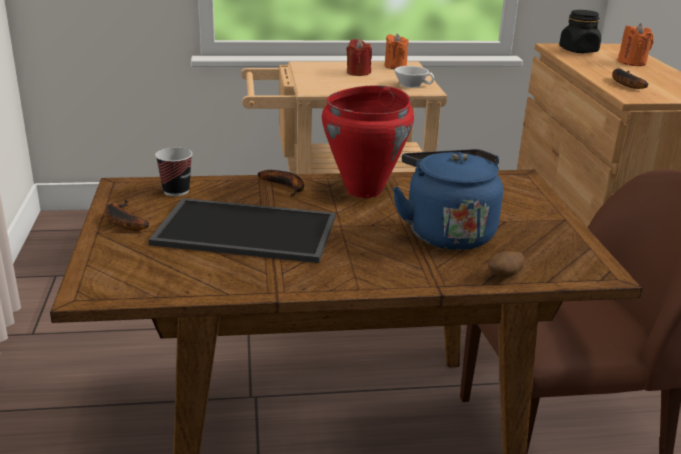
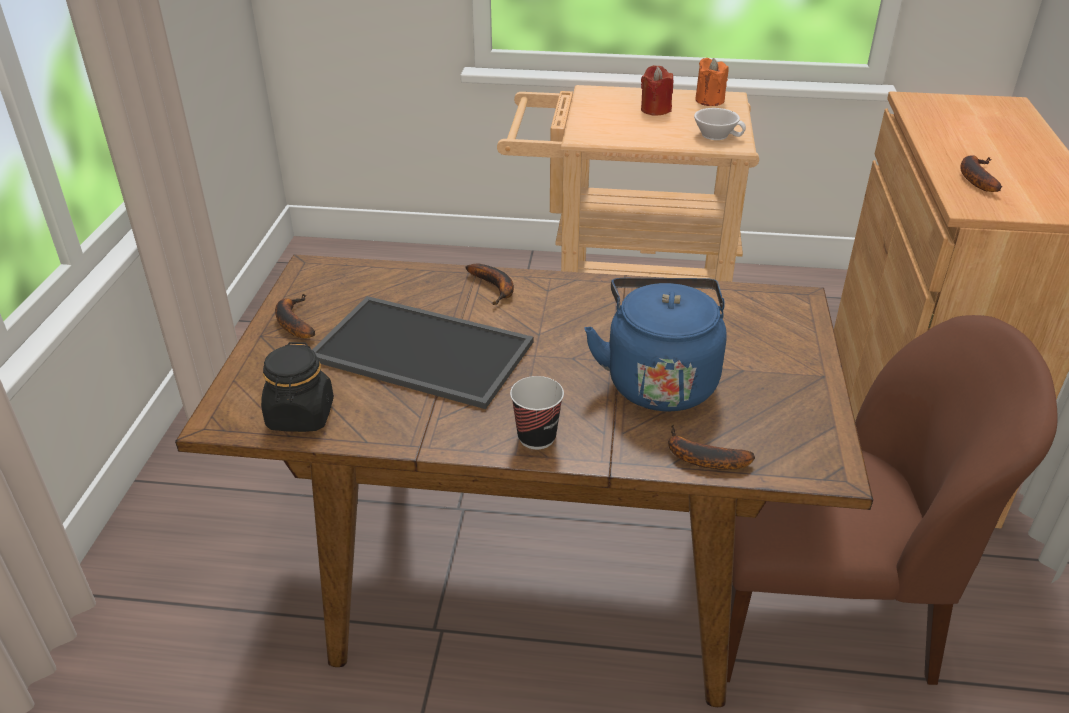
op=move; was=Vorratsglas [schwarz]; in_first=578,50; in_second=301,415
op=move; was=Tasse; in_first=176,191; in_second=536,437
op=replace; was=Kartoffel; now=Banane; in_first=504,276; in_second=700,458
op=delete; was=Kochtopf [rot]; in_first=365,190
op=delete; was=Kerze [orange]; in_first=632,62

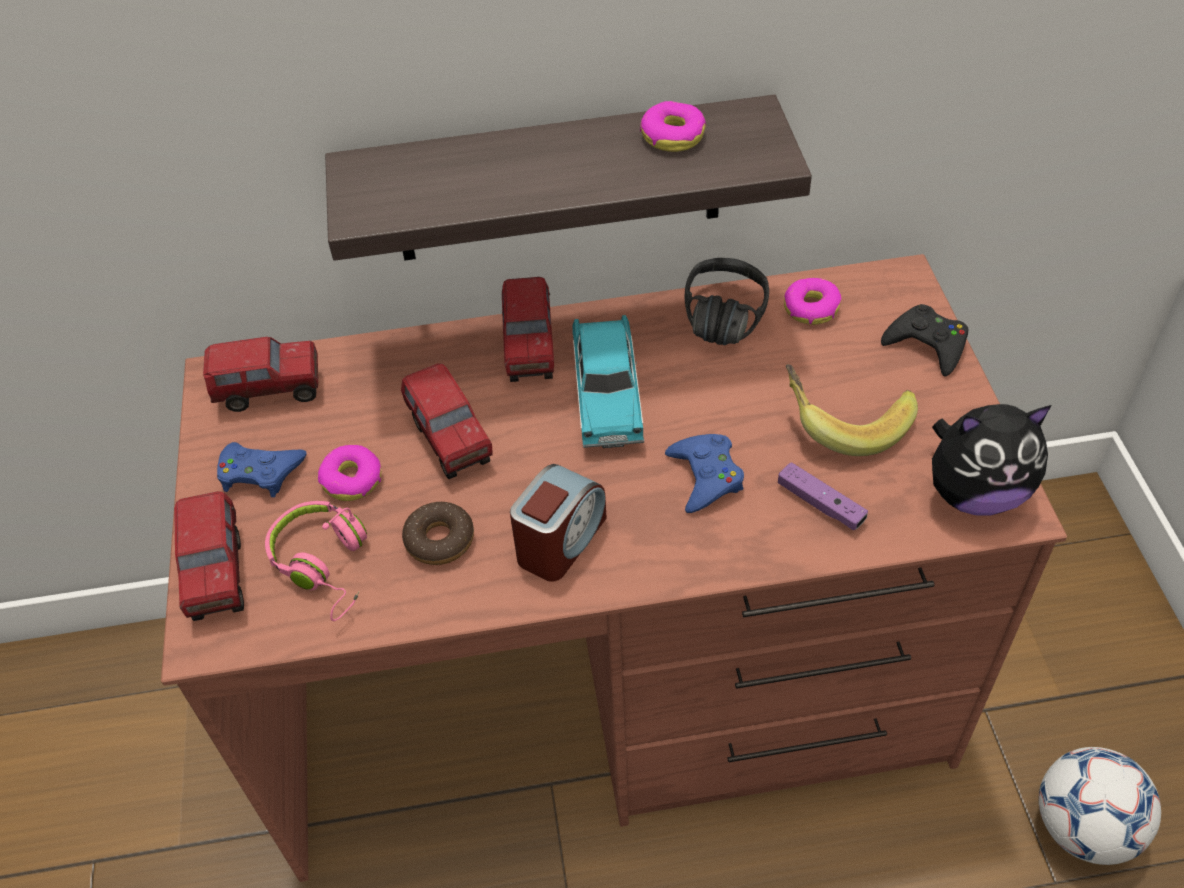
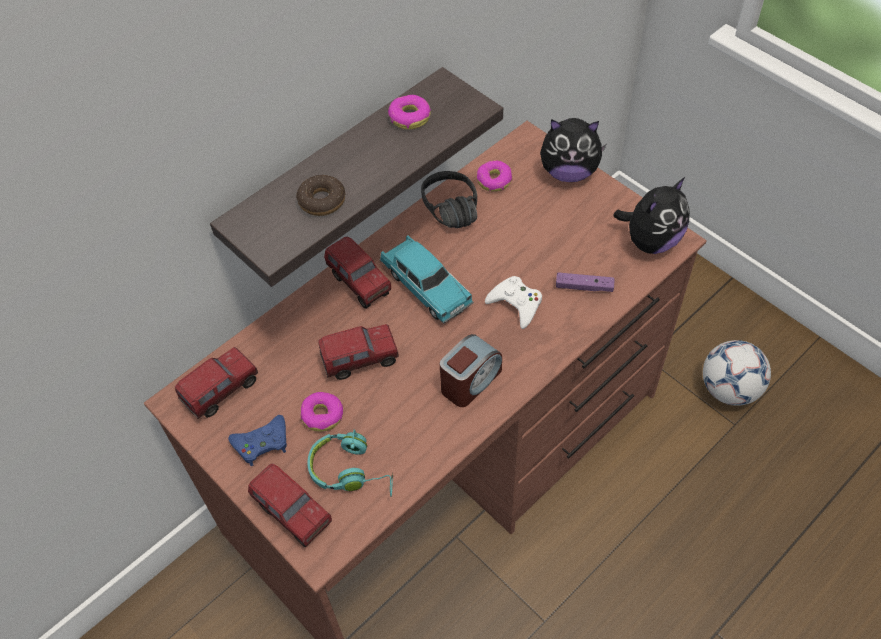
op=move; was=Donut; in_first=439,540; in_second=322,200
op=recolor; was=Kopfhörer [rosa]; now=Kopfhörer [türkis]; in_first=326,564; in_second=352,470
op=rotate; was=Spielzeuglaster; in_first=451,441; in_second=360,361; clockwise=-45
op=rotate; was=Wecker; in_first=560,541; in_second=470,381; clockwise=45
op=recolor; was=Gamepad [blau]; now=Gamepad [weiß]; in_first=705,477; in_second=516,304
op=replace; was=Gamepad [schwarz]; now=Plüschtier; in_first=927,345; in_second=568,172
op=delete; was=Banane; in_first=844,421

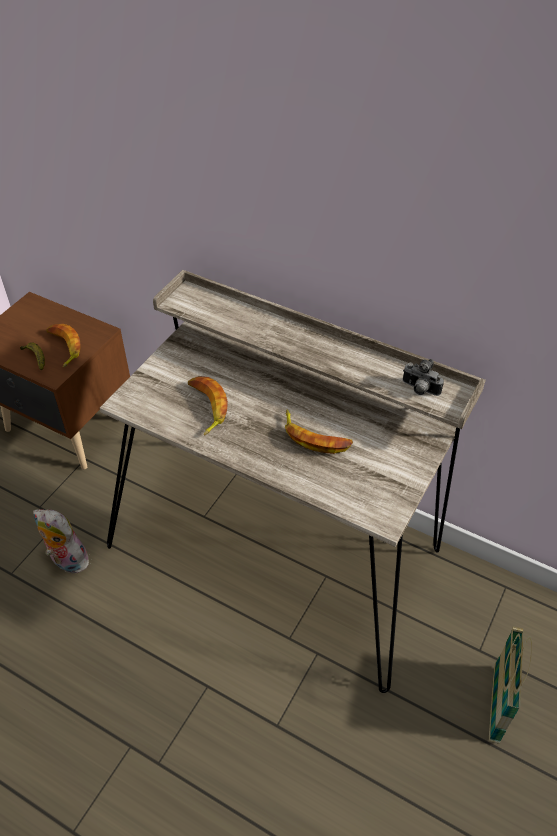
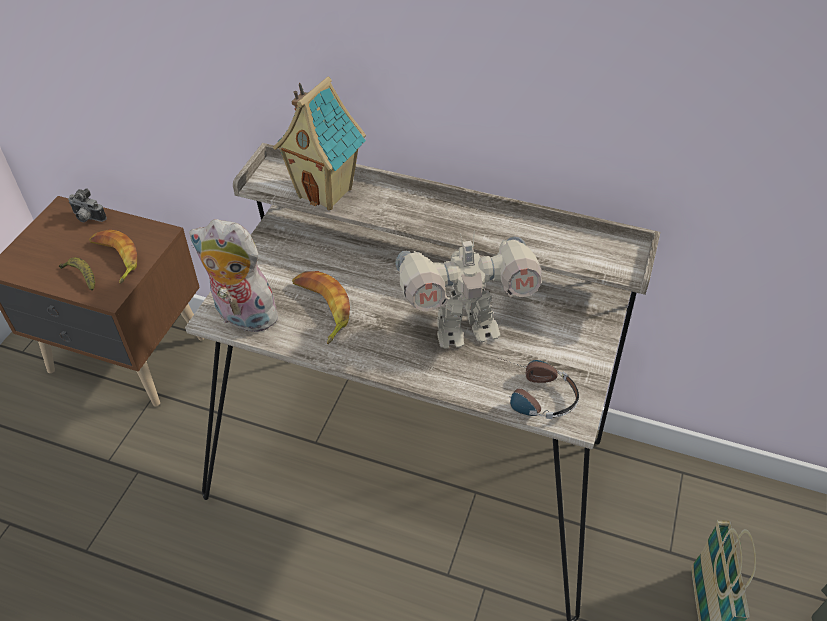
op=move; was=Kamera; in_first=419,390; in_second=87,218
op=move; was=Plüschtier; in_first=66,560; in_second=242,317
op=insert; now=Spielzeughaus; in_second=326,192
op=replace; was=Banane; now=Spielzeugroboter; in_first=315,437; in_second=464,328
op=insert; now=Kopfhörer; in_second=531,395

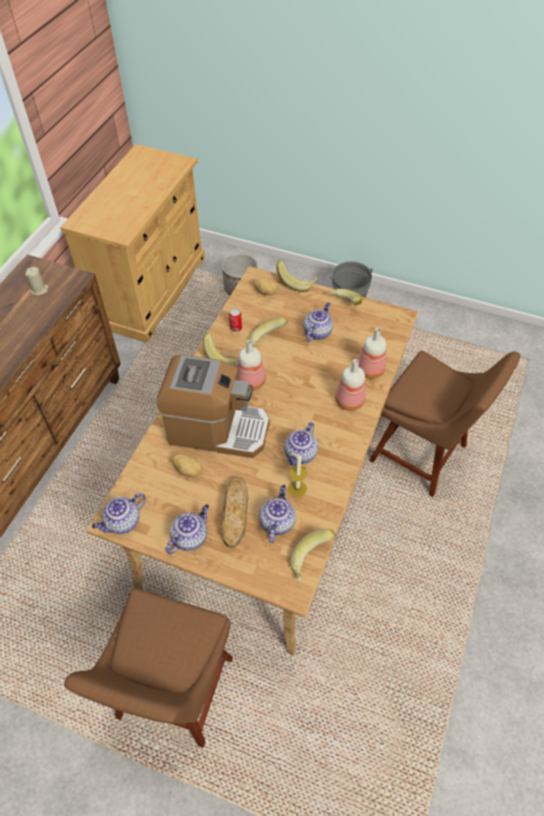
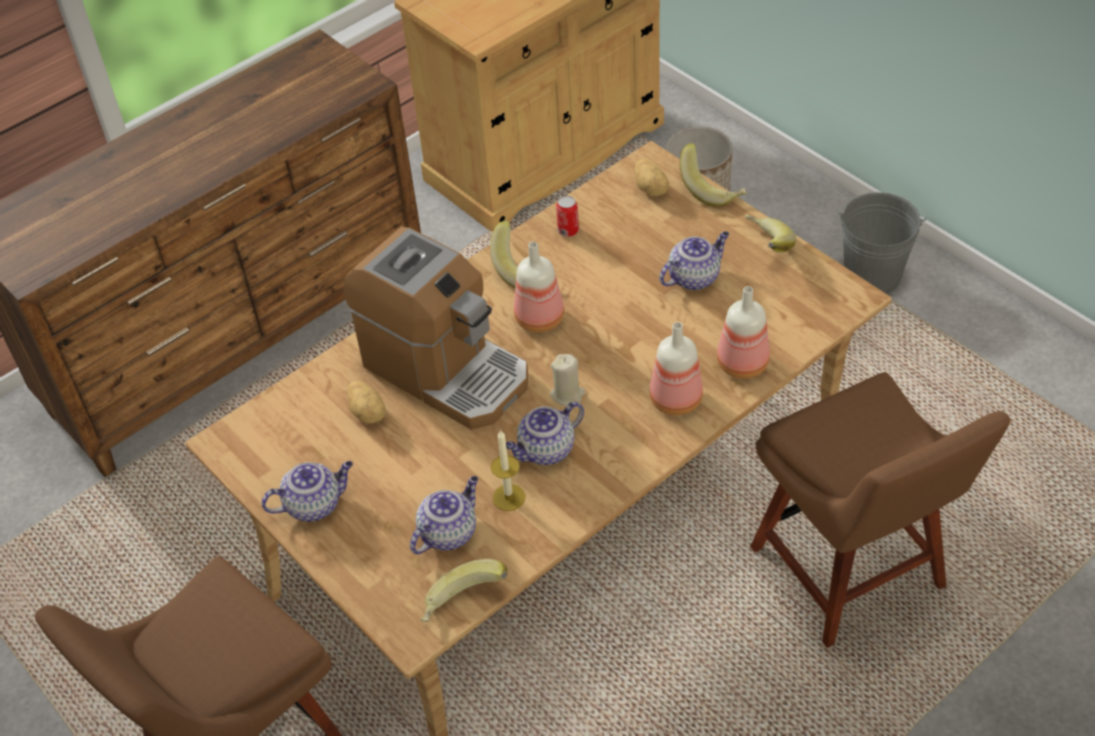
op=move; was=Kerze [beige]; in_first=39,290; in_second=567,394
op=delete; was=Teekanne; in_first=122,522
op=delete; was=Brot; in_first=235,513
op=delete; was=Banane; in_first=267,342

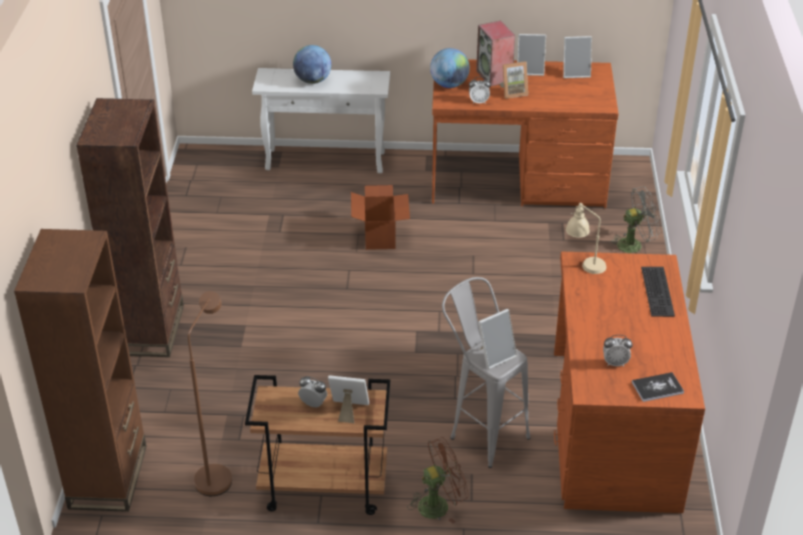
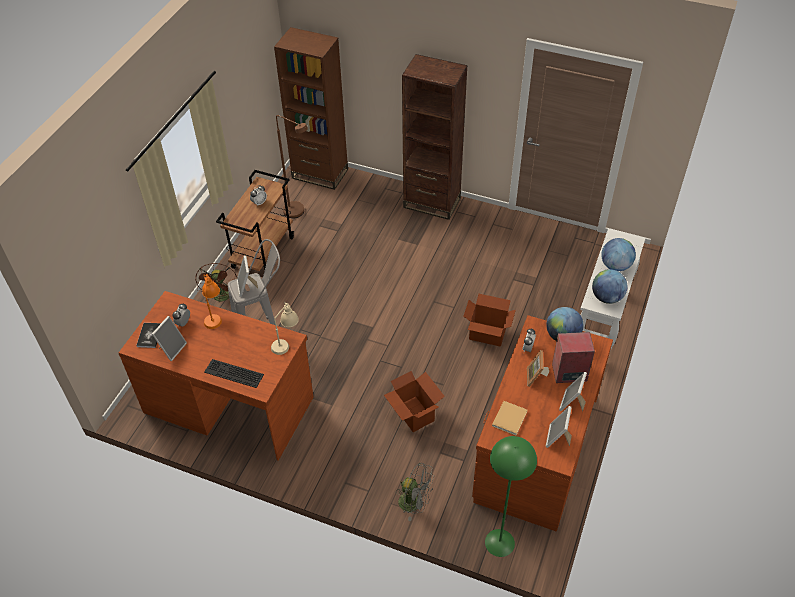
op=move; was=Bilderrahmen; in_first=348,410; in_second=172,348
op=insert; now=Tischlampe [orange]; in_second=214,315
op=insert; now=Karton; in_second=414,414
op=rotate; was=Ventilator [grau]; in_first=634,244; in_second=414,503; clockwise=-75
op=insert; now=Stehlampe [grün]; in_second=499,543
op=insert; now=Buch [beige]; in_second=510,418
op=insert; now=Globus; in_second=606,297

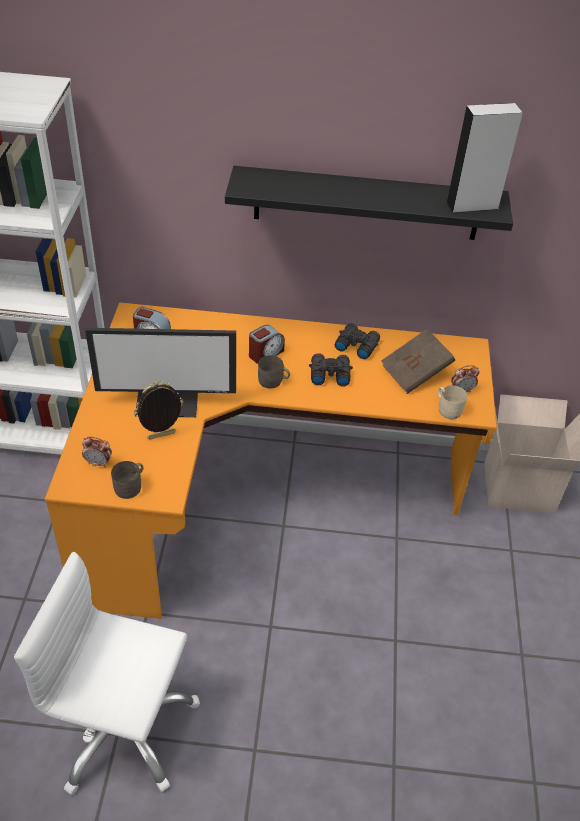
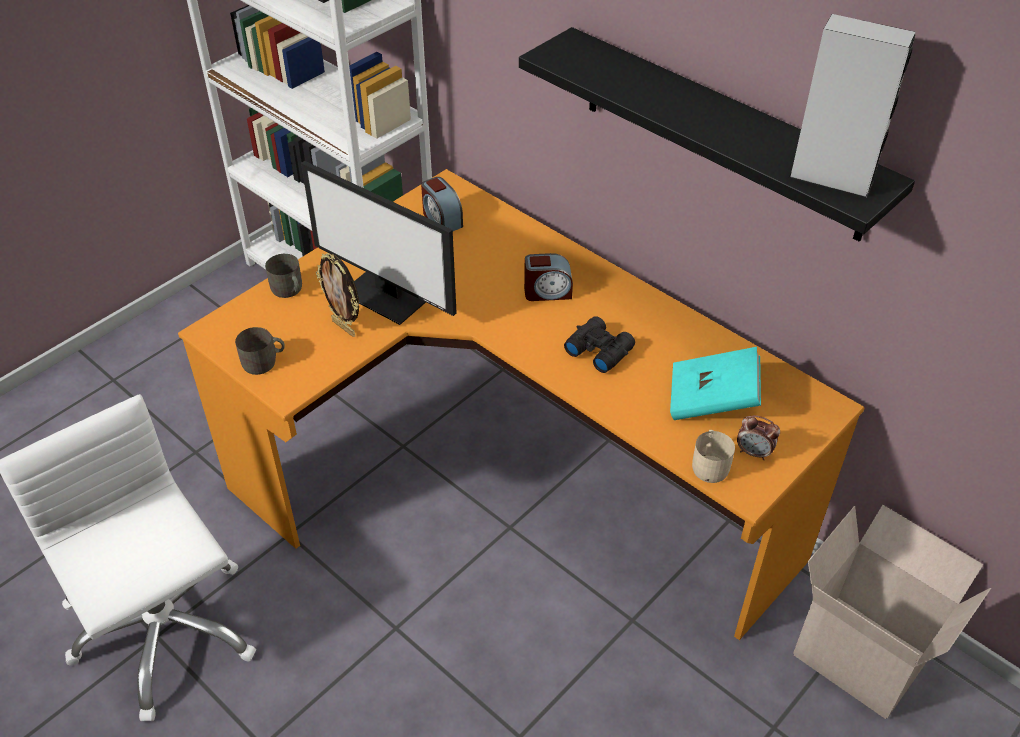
op=move; was=Henkelbecher [grau]; in_first=273,381; in_second=288,290
op=rotate; was=Bilderrahmen; in_first=161,436; in_second=344,327; clockwise=-150
op=recolor; was=Buch [braun]; now=Buch [türkis]; in_first=415,373; in_second=712,400
op=delete; was=Wecker; in_first=98,463
op=delete; was=Fernglas [schwarz]; in_first=356,345

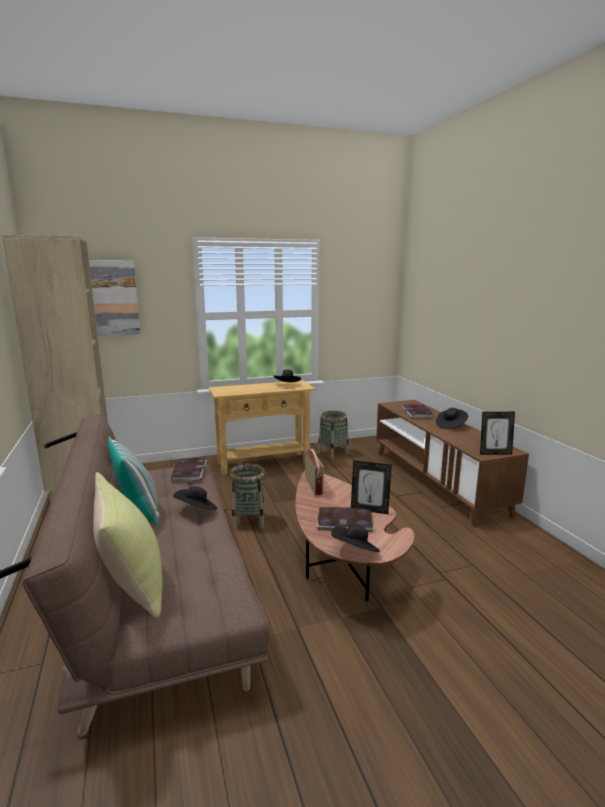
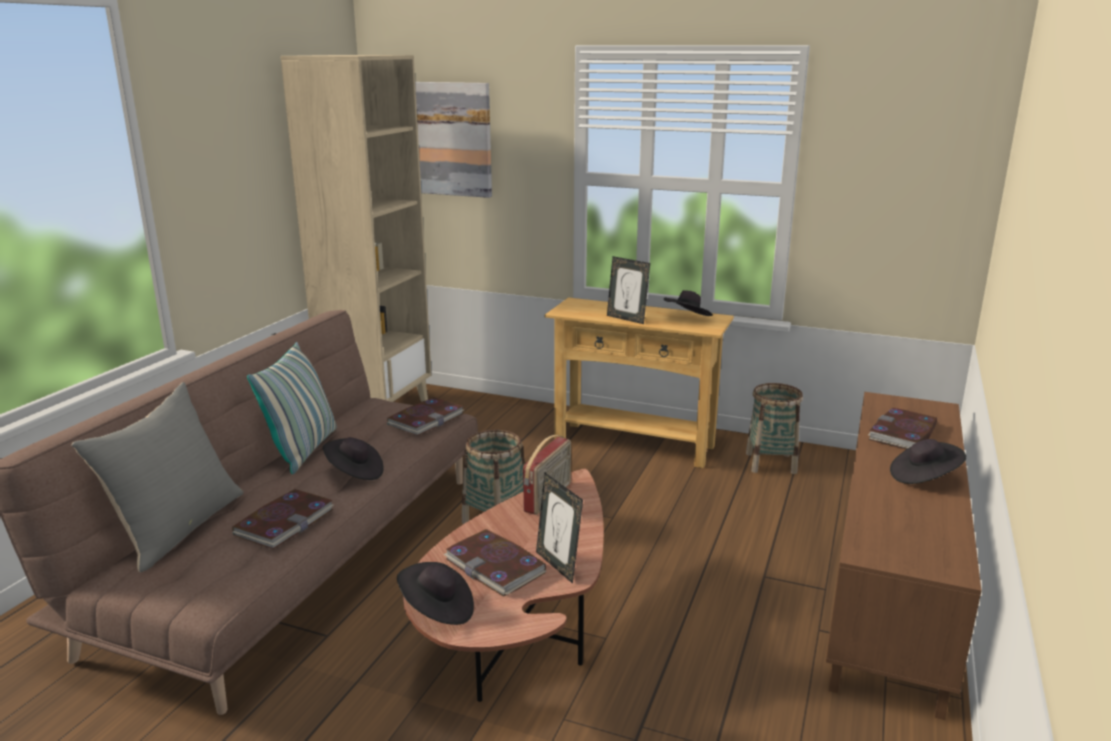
op=recolor; was=Kissen [gelb]; now=Kissen [grau]; in_first=132,584; in_second=177,528
op=insert; now=Buch; in_second=284,522
op=move; was=Bilderrahmen; in_first=494,453; in_second=627,319

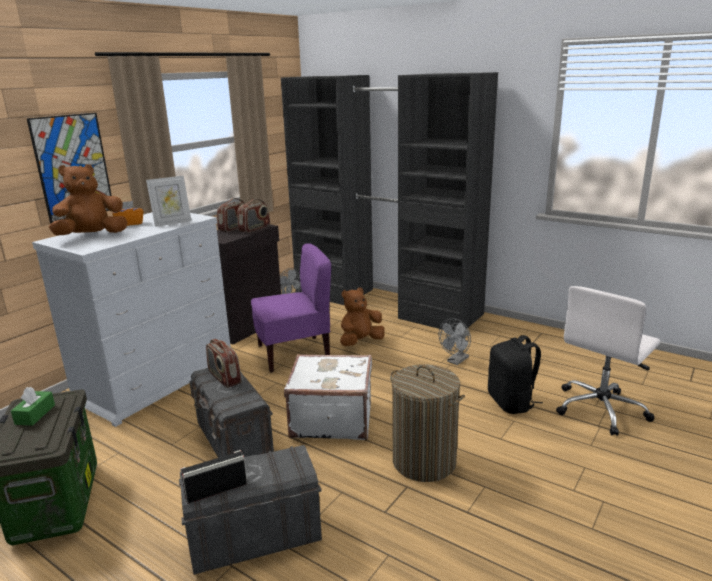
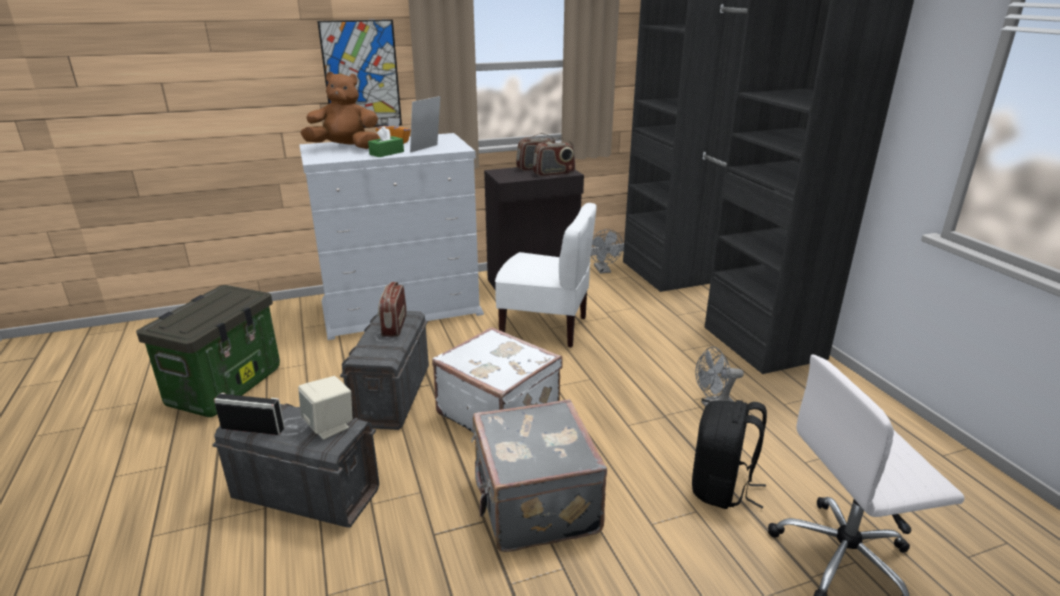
op=insert; now=Lautsprecher [beige]; in_second=330,426
op=move; was=Taschentuchbox [grün]; in_first=35,414; in_second=386,153
op=rotate; was=Bilderrahmen; in_first=172,223; in_second=427,149; clockwise=120
op=replace; was=Wäschekorb; now=Koffer [grau]; in_first=424,461; in_second=533,504
op=recolor; was=Stuhl [lila]; now=Stuhl [weiß]; in_first=294,353; in_second=544,327
op=delete; was=Plüschtier [braun]; in_first=360,342

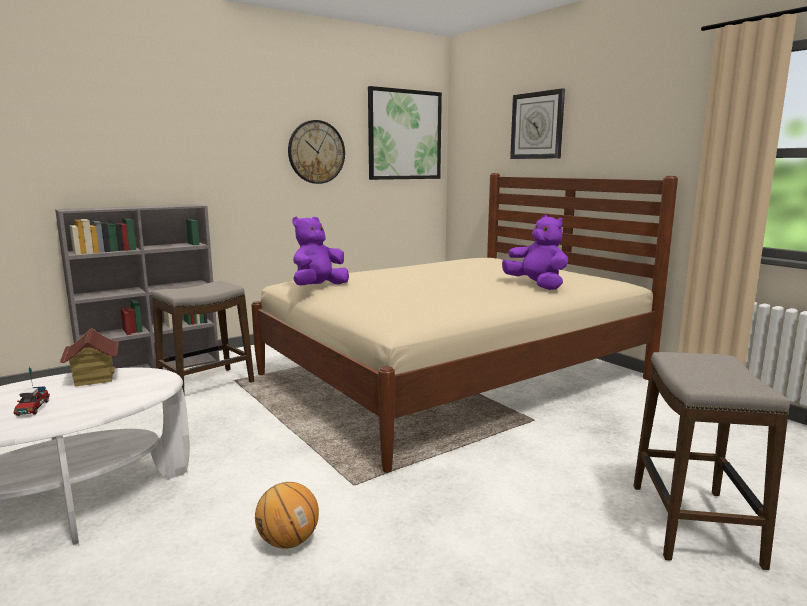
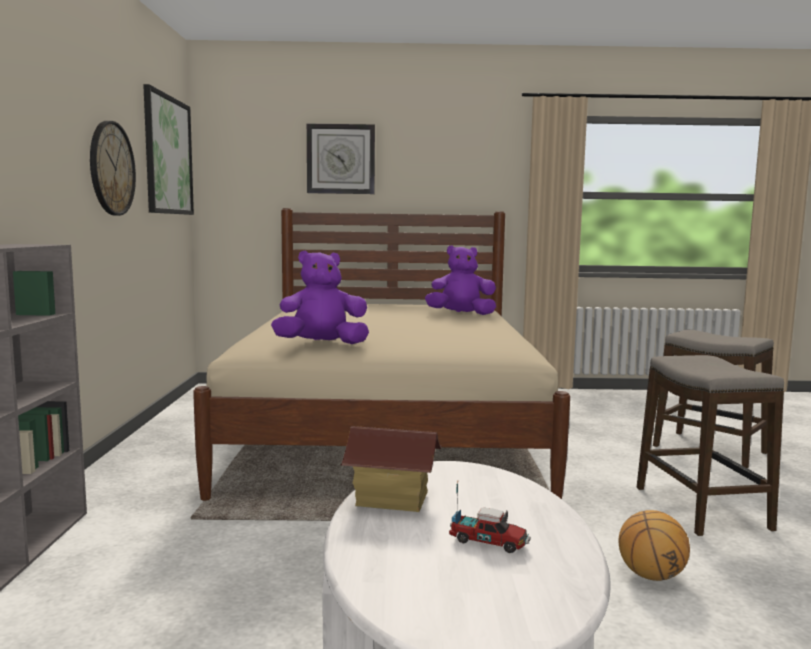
op=rotate; was=Plüschtier [lila]; in_first=318,287; in_second=321,344; clockwise=90
op=move; was=Hocker; in_first=207,385; in_second=701,508

